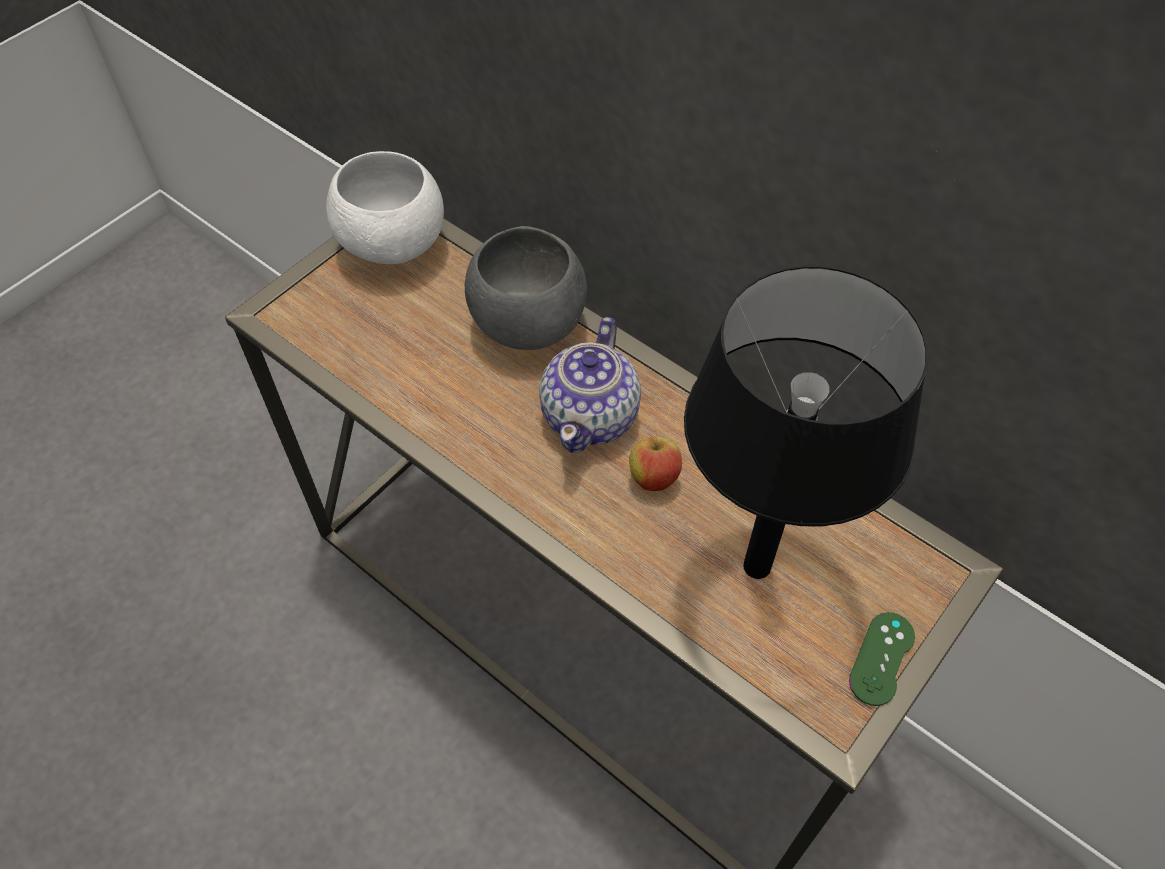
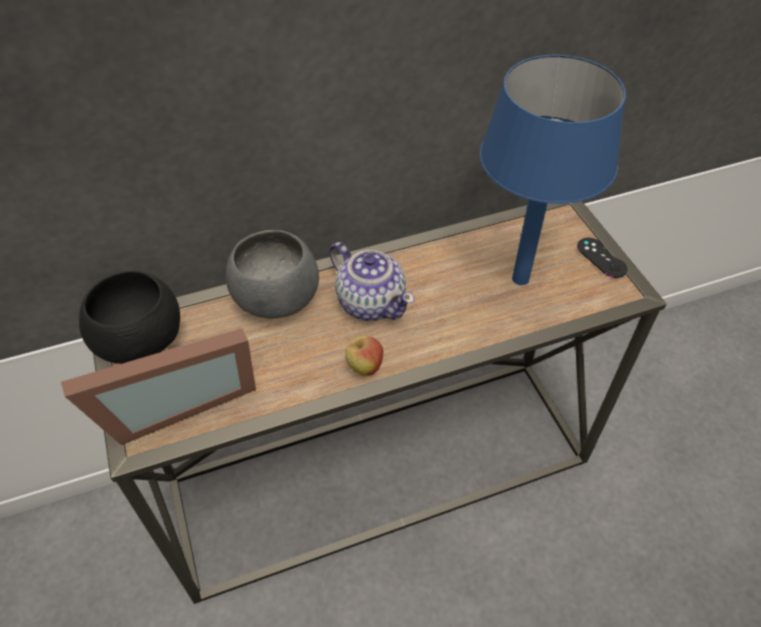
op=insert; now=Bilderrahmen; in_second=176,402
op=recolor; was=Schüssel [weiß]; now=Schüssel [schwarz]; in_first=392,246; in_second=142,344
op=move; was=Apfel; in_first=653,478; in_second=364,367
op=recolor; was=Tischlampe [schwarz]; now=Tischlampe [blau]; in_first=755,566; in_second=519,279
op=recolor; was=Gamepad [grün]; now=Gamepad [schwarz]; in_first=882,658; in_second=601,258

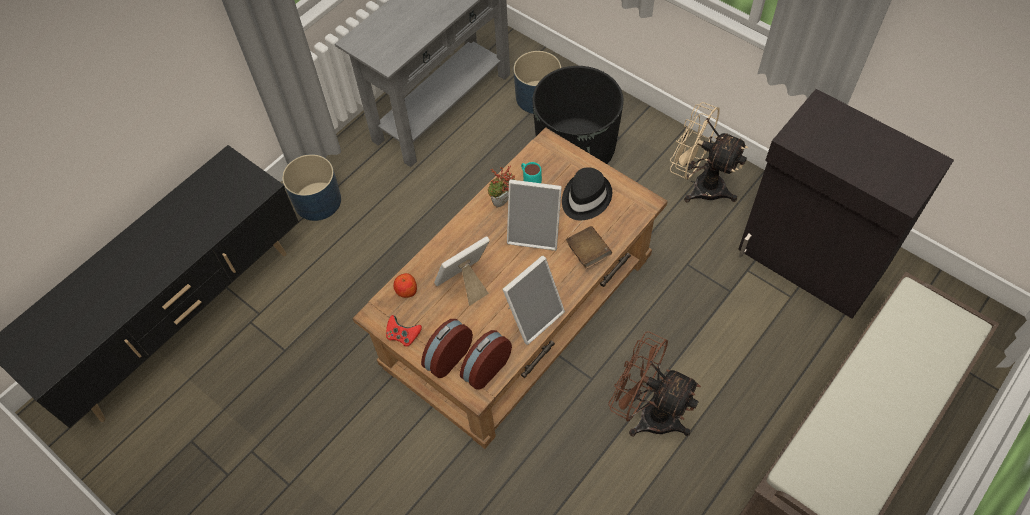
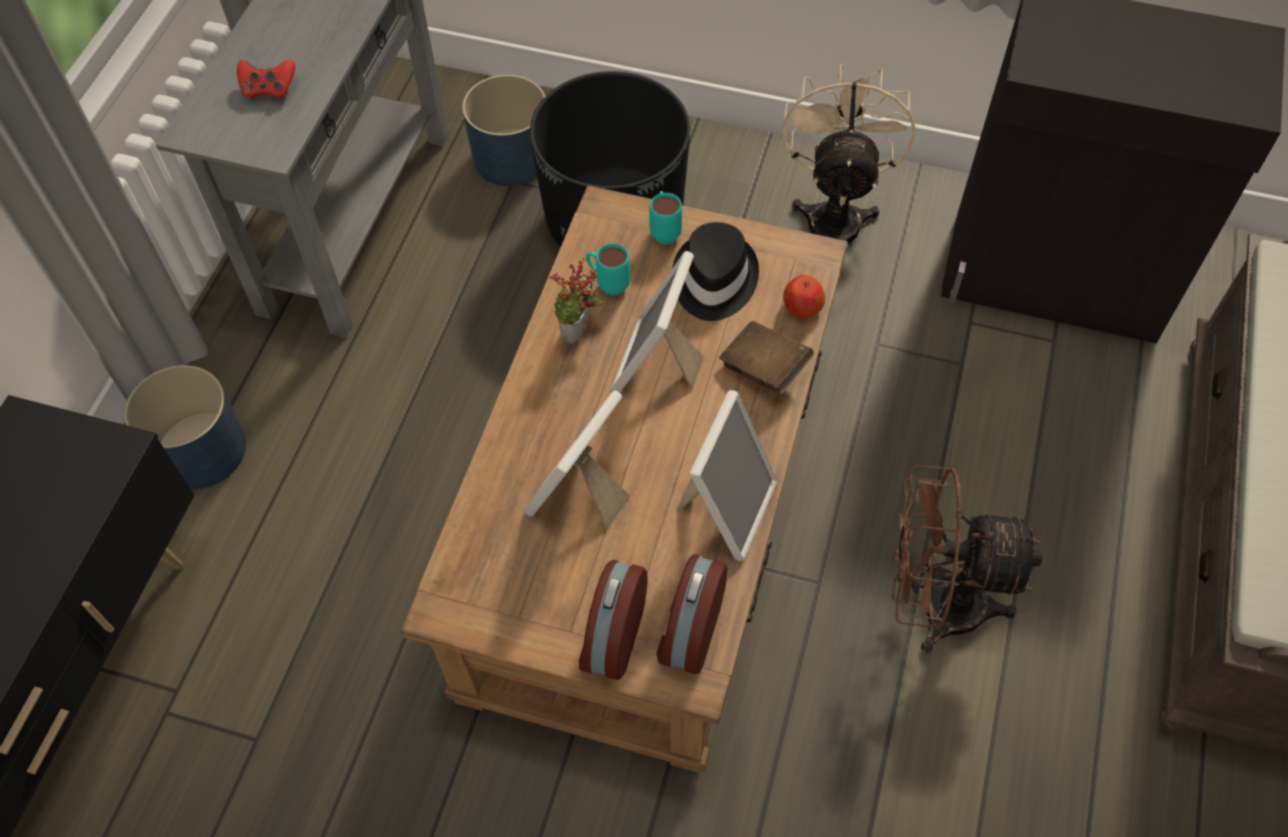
op=move; was=Gamepad [rot]; in_first=403,335; in_second=268,90
op=rotate; was=Bilderrahmen; in_first=535,232; in_second=658,364; clockwise=120
op=insert; now=Henkelbecher [türkis]; in_second=664,231
op=rotate; was=Ventilator [beige]; in_first=699,185; in_second=834,216; clockwise=90
op=move; was=Apfel; in_first=406,290; in_second=802,307

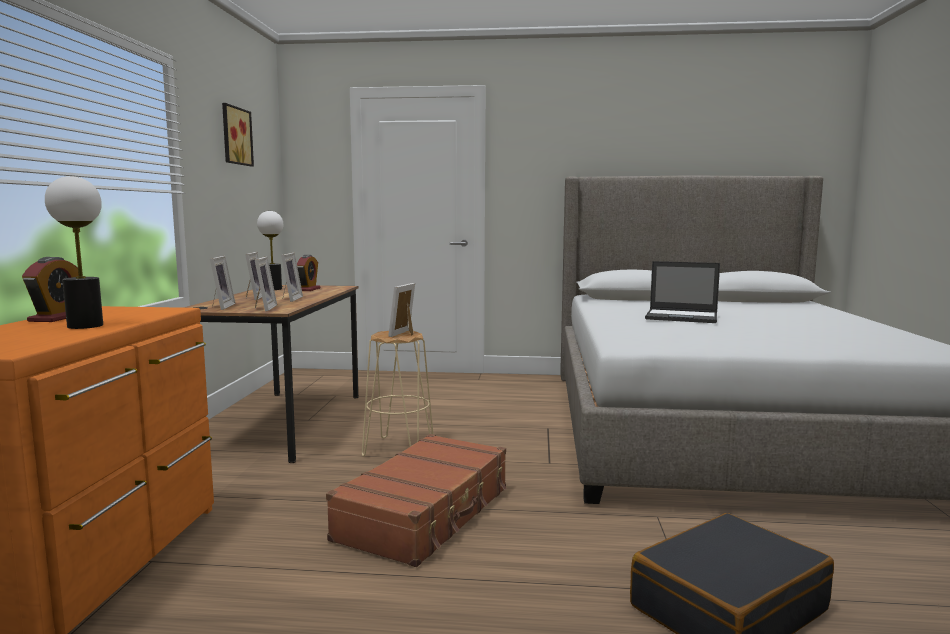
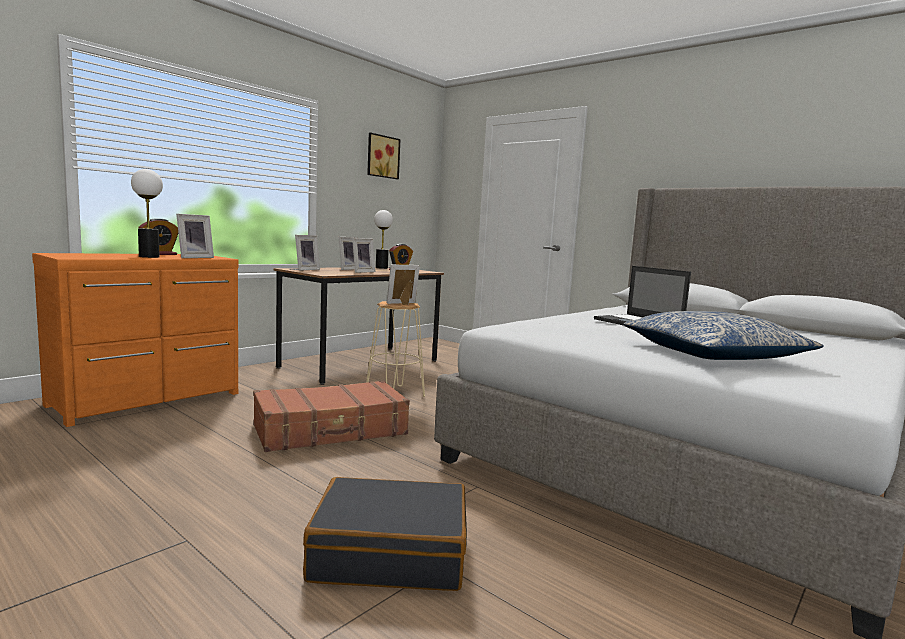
op=move; was=Bilderrahmen; in_first=263,308; in_second=193,257
op=insert; now=Kissen; in_second=712,354

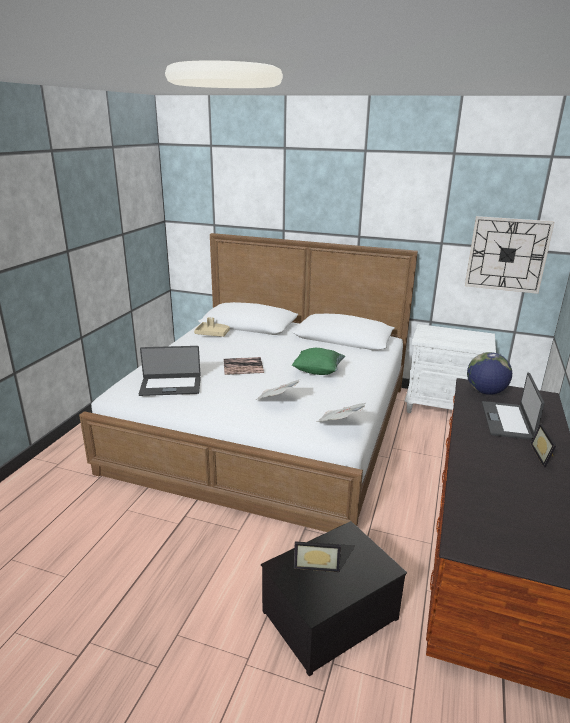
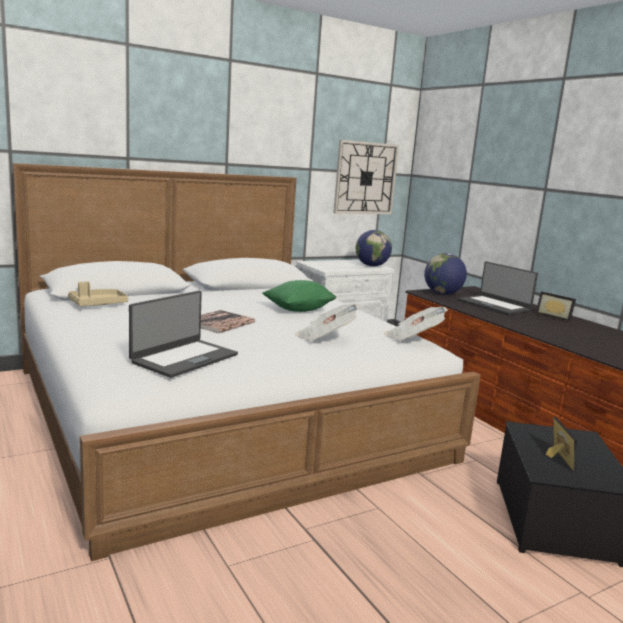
op=insert; now=Globus; in_second=371,266
op=rotate; was=Bilderrahmen; in_first=316,564; in_second=556,458; clockwise=-45

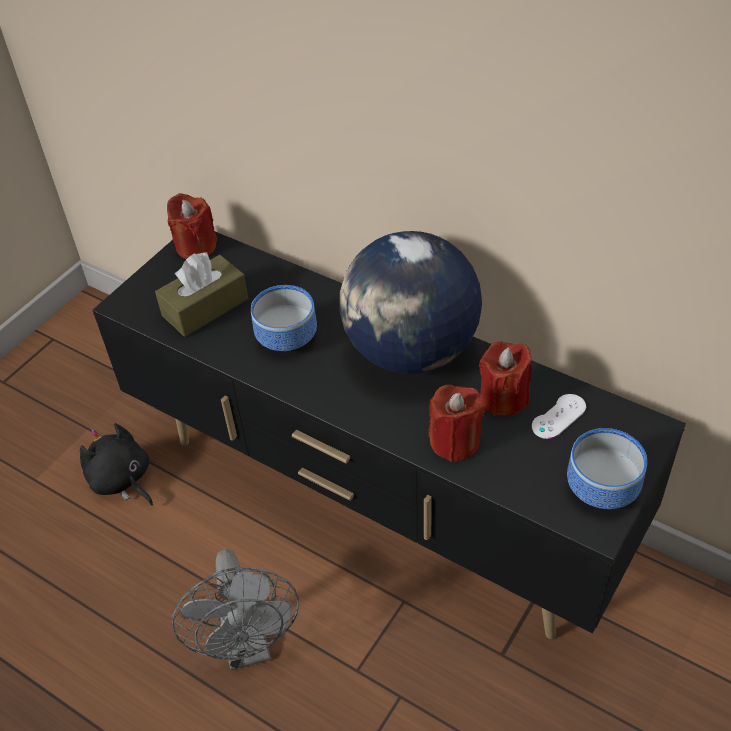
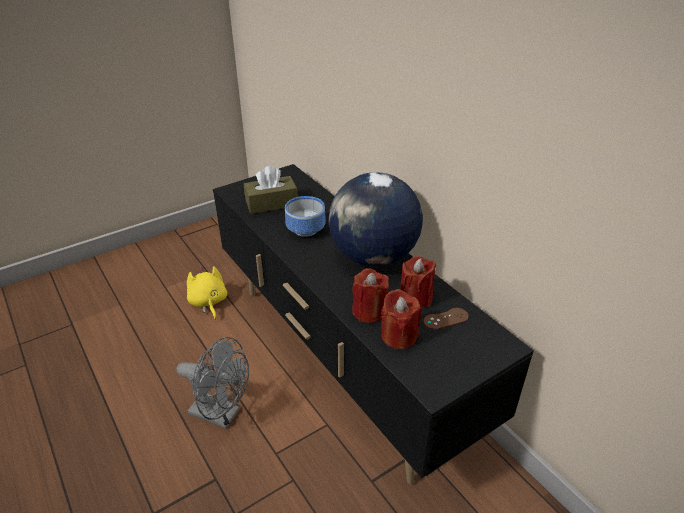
op=rotate; was=Ventilator [grau]; in_first=248,646; in_second=221,414; clockwise=-75
op=recolor; was=Plüschtier [schwarz]; now=Plüschtier [gelb]; in_first=122,480; in_second=208,302
op=move; was=Kerze [rot]; in_first=196,247; in_second=398,336
op=recolor; was=Gamepad [weiß]; now=Gamepad [braun]; in_first=558,416; in_second=445,319
op=delete; was=Schüssel; in_first=599,486

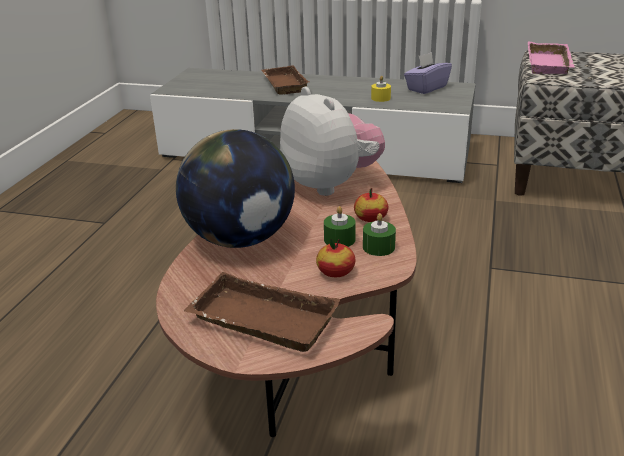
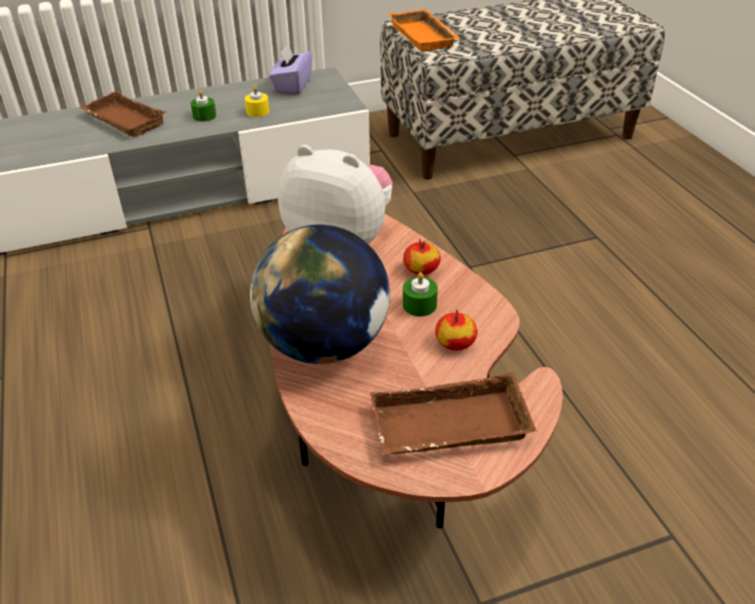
op=move; was=Kerze [grün]; in_first=378,247; in_second=204,116
op=recolor; was=Tablett [rosa]; now=Tablett [orange]; in_first=550,64; in_second=425,36

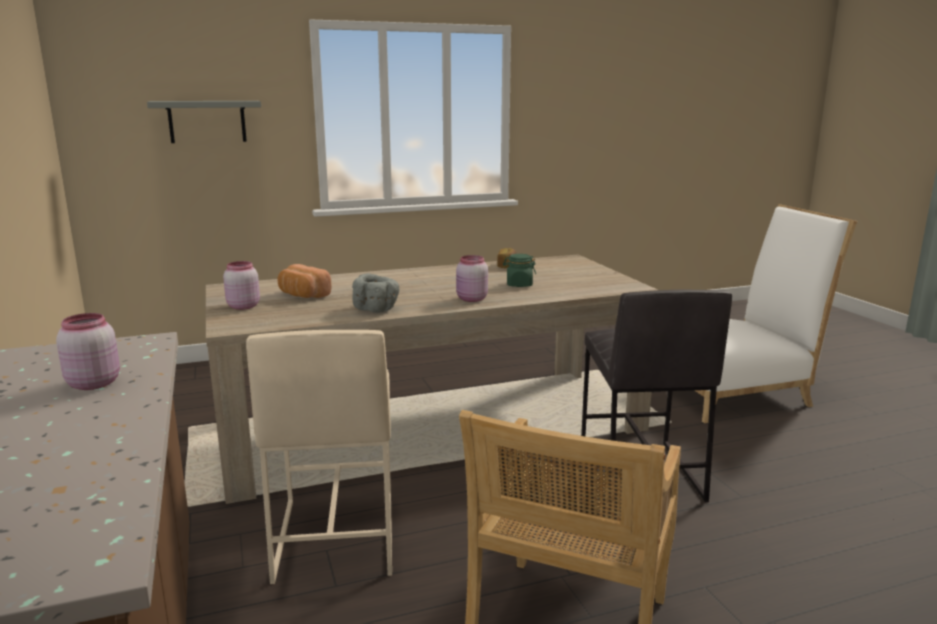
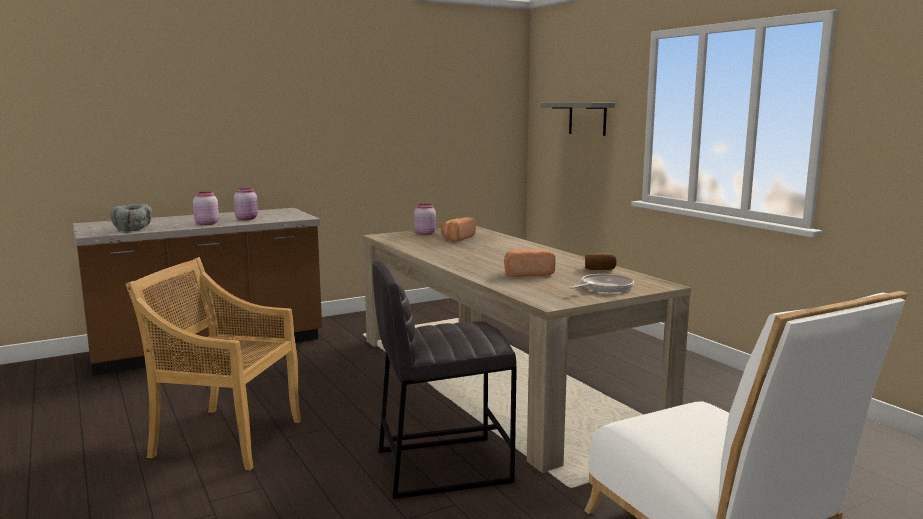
op=move; was=Schüssel [grau]; in_first=377,309; in_second=133,230
op=move; was=Vorratsglas [rosa]; in_first=471,299; in_second=206,223
op=replace; was=Vorratsglas [grün]; now=Brot; in_first=519,285; in_second=527,274
op=insert; now=Pfanne; in_second=604,288
op=delete; was=Hocker [beige]; in_first=334,536

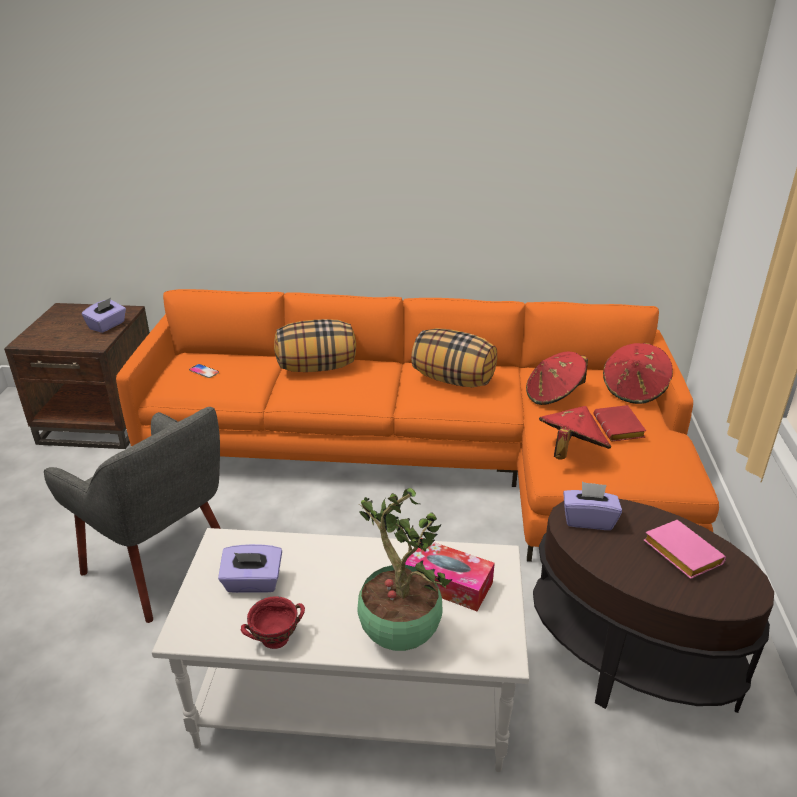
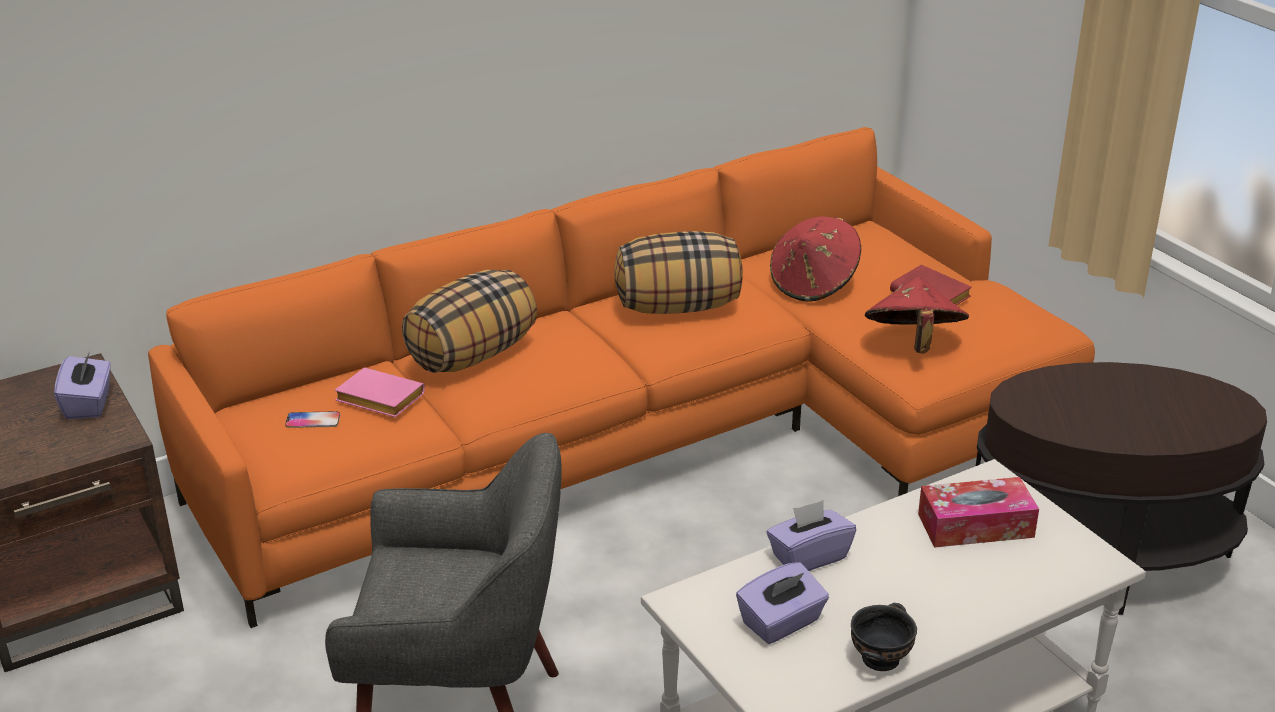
op=move; was=Buch [rosa]; in_first=679,553; in_second=377,399
op=move; was=Taschentuchbox [lila]; in_first=588,520; in_second=808,556
op=recolor; was=Schüssel [rot]; now=Schüssel [schwarz]; in_first=276,638; in_second=881,658
op=delete; was=Topfpflanze; in_first=398,634
op=delete; was=Hut [rot]; in_first=634,390

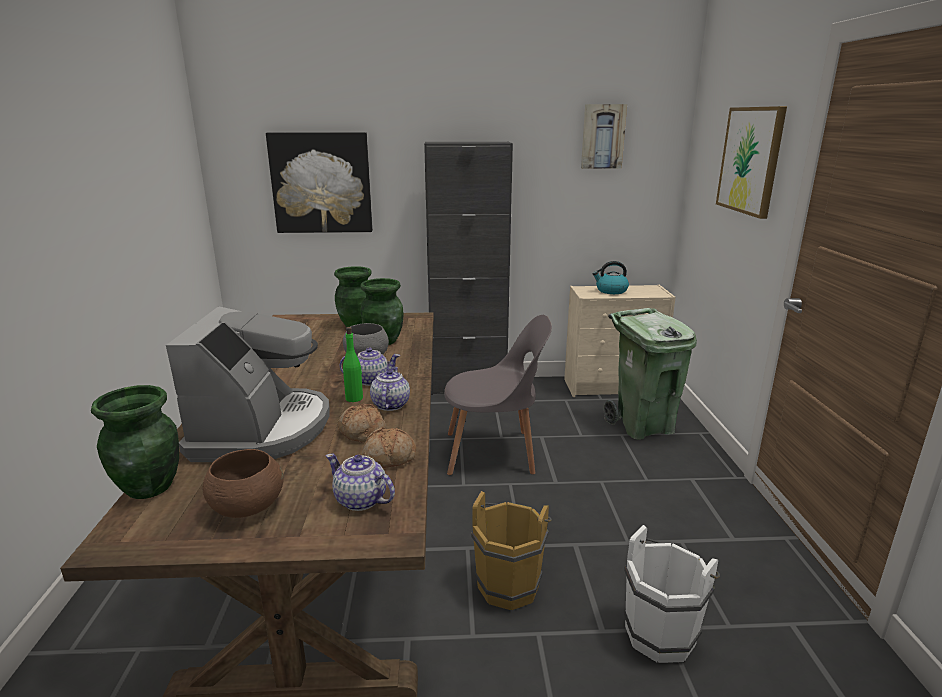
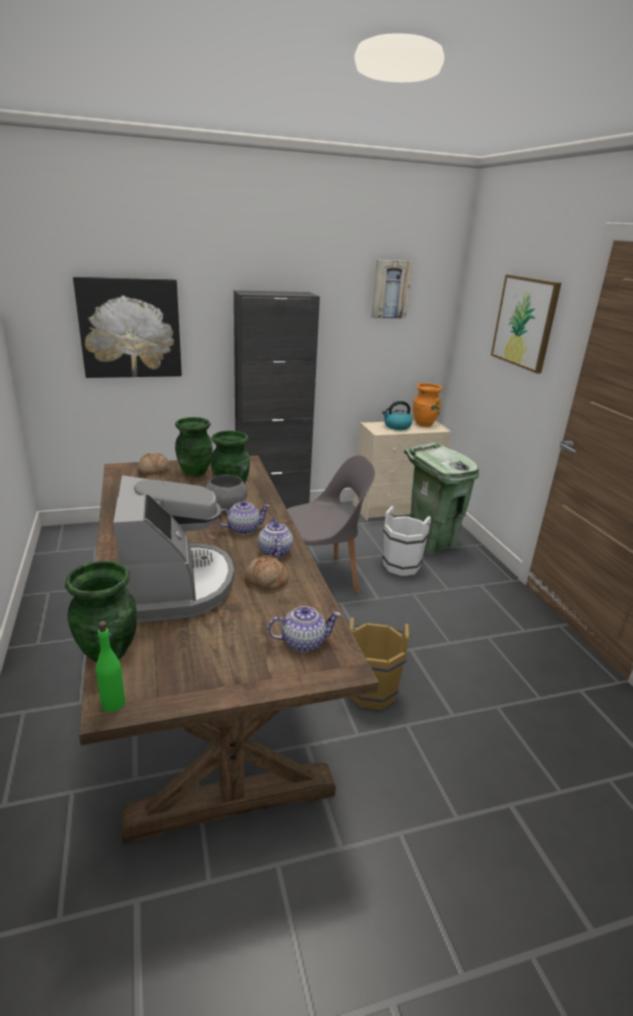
op=move; was=Flasche [grün]; in_first=354,398; in_second=113,703
op=move; was=Brot; in_first=389,458; in_second=154,470
op=rotate; was=Teekanne; in_first=361,500; in_second=302,642; clockwise=150
op=move; was=Eimer [weiß]; in_first=662,632; in_second=402,564
op=insert; now=Vase [orange]; in_second=424,424
op=delete; was=Schüssel [braun]; in_first=247,507

